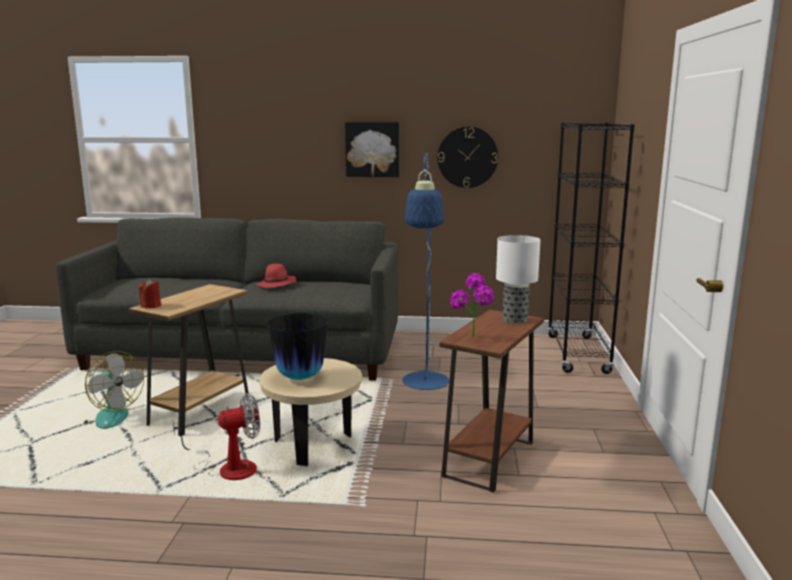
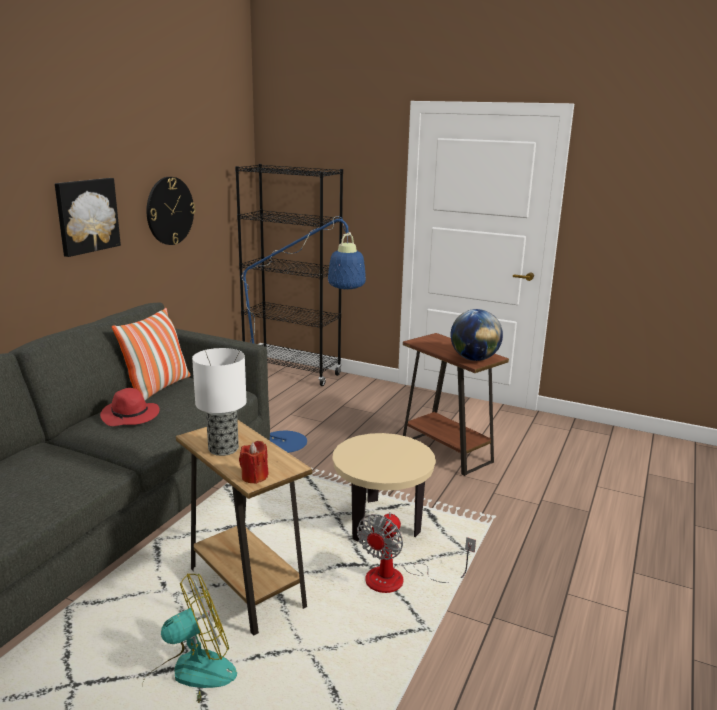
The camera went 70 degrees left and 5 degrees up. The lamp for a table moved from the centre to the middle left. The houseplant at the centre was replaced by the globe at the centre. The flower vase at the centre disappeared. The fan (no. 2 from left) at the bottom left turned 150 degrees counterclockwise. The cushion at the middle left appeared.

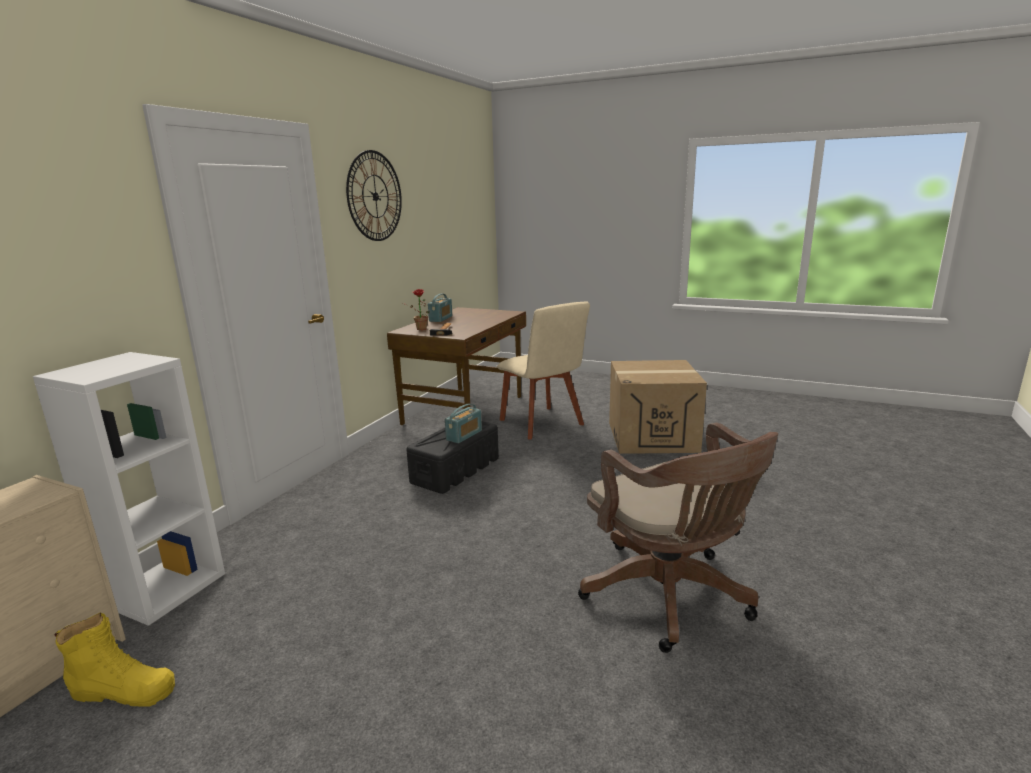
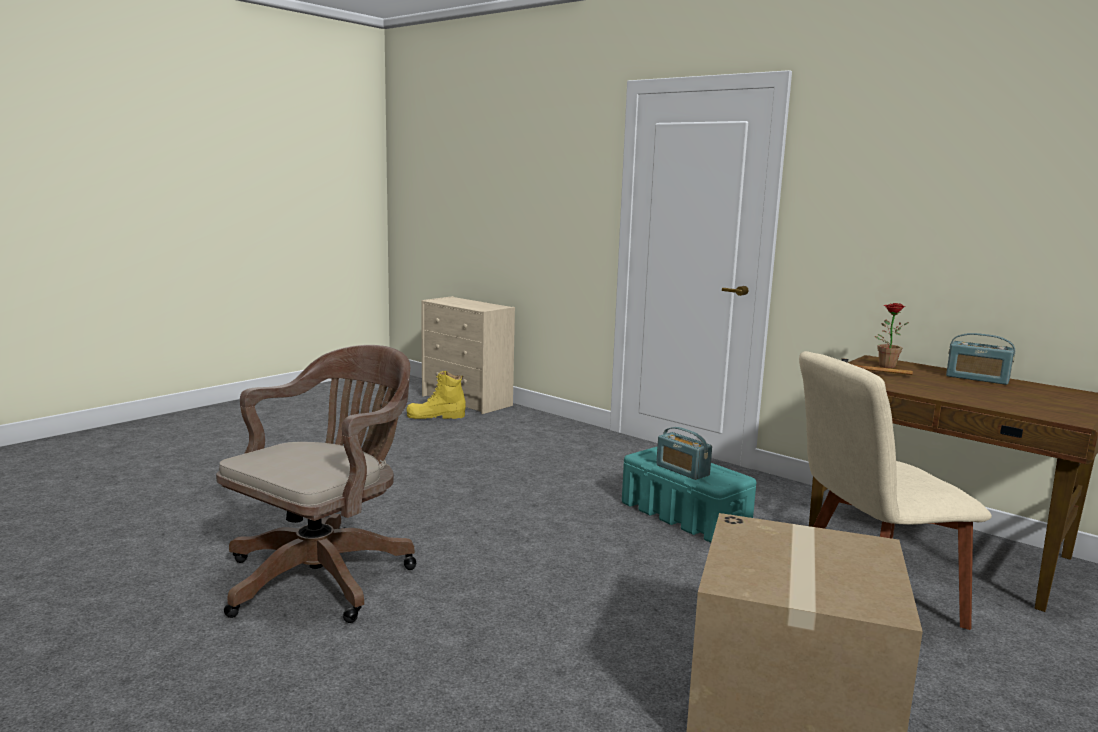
The camera went 105 degrees right and 5 degrees down. The clock on the wall at the top centre disappeared. The white bookcase at the middle left disappeared. The black storage bin at the centre became the turquoise storage bin at the bottom centre. The brown office chair at the bottom centre turned 135 degrees clockwise. The yellow-coloured boot at the bottom left turned 60 degrees clockwise.

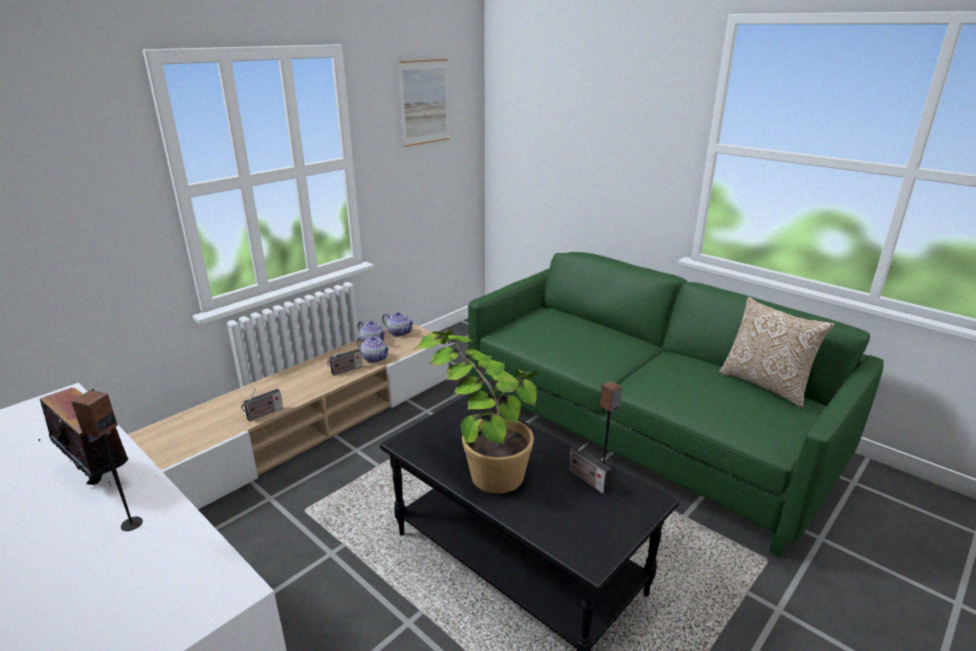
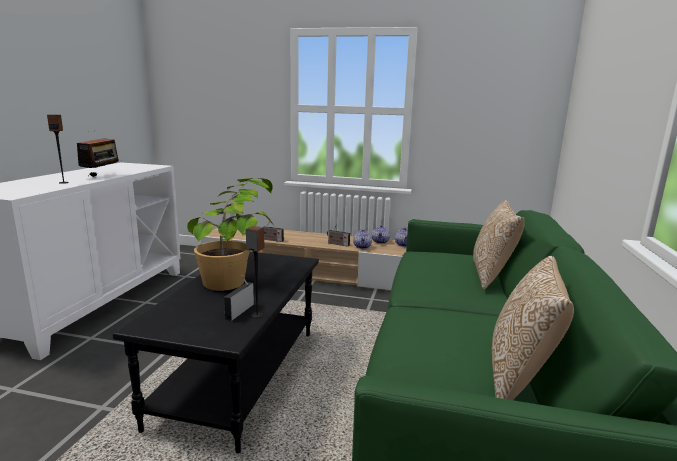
The camera went 60 degrees right and 10 degrees down. The wall picture at the top centre disappeared. The cushion (no. 1 from left) at the middle right appeared.

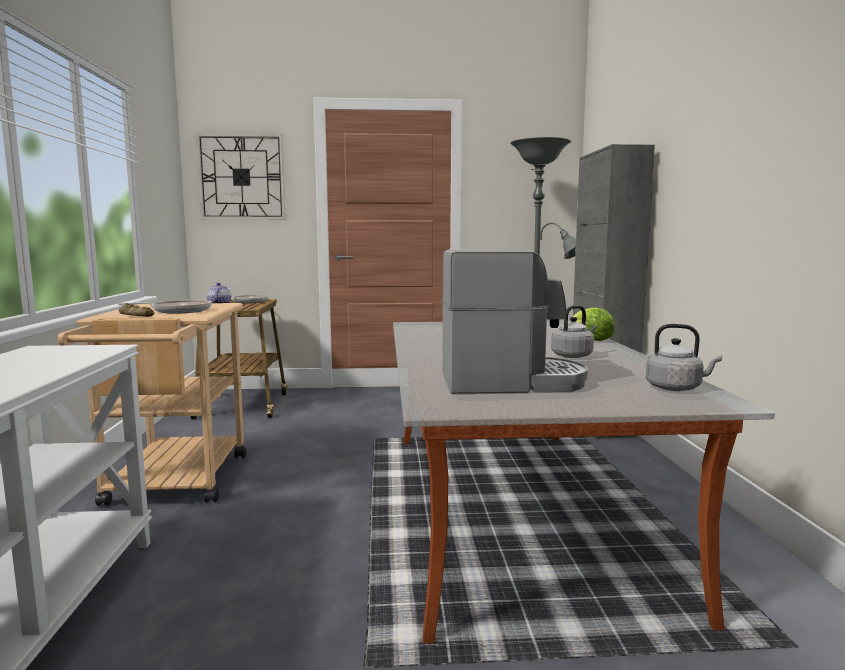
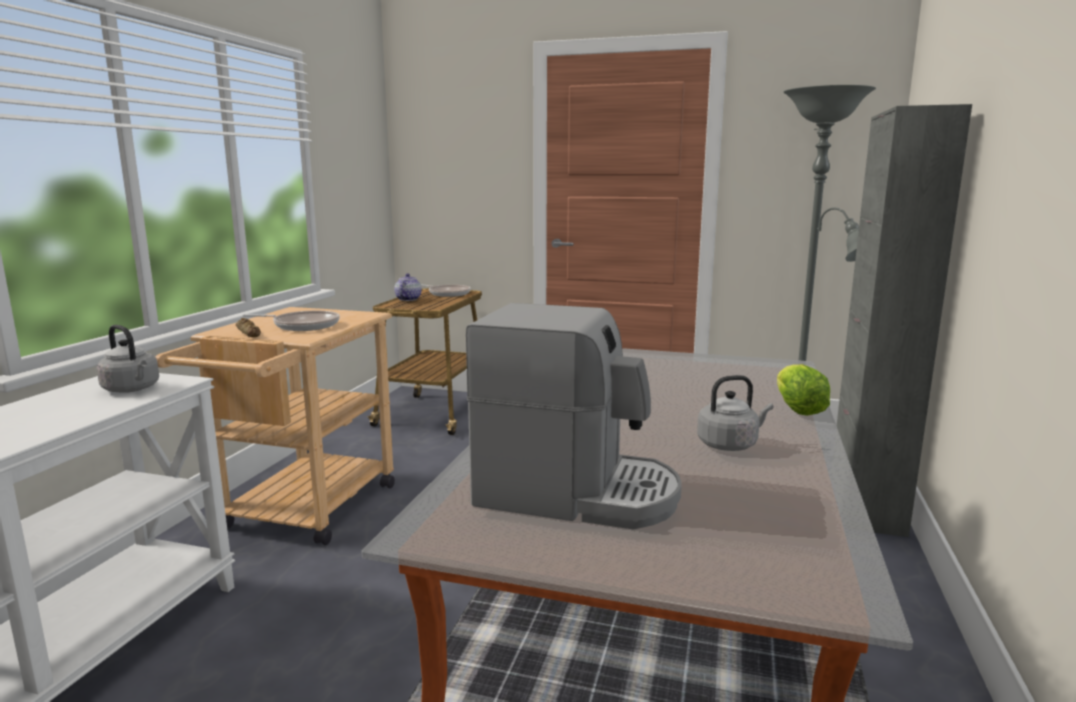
The camera went 20 degrees right and 5 degrees up. The clock on the wall at the top left disappeared. The greyish kettle (no. 2 from left in the first image) moved from the middle right to the middle left.

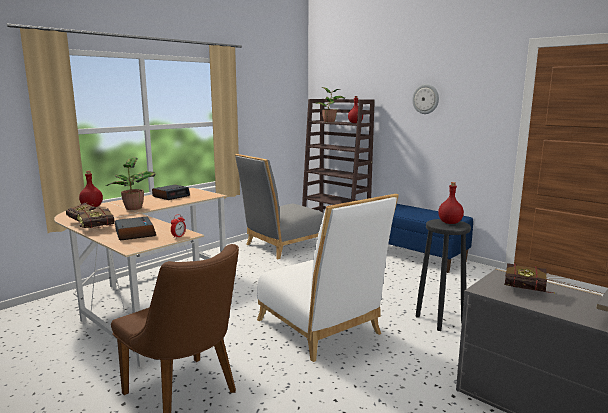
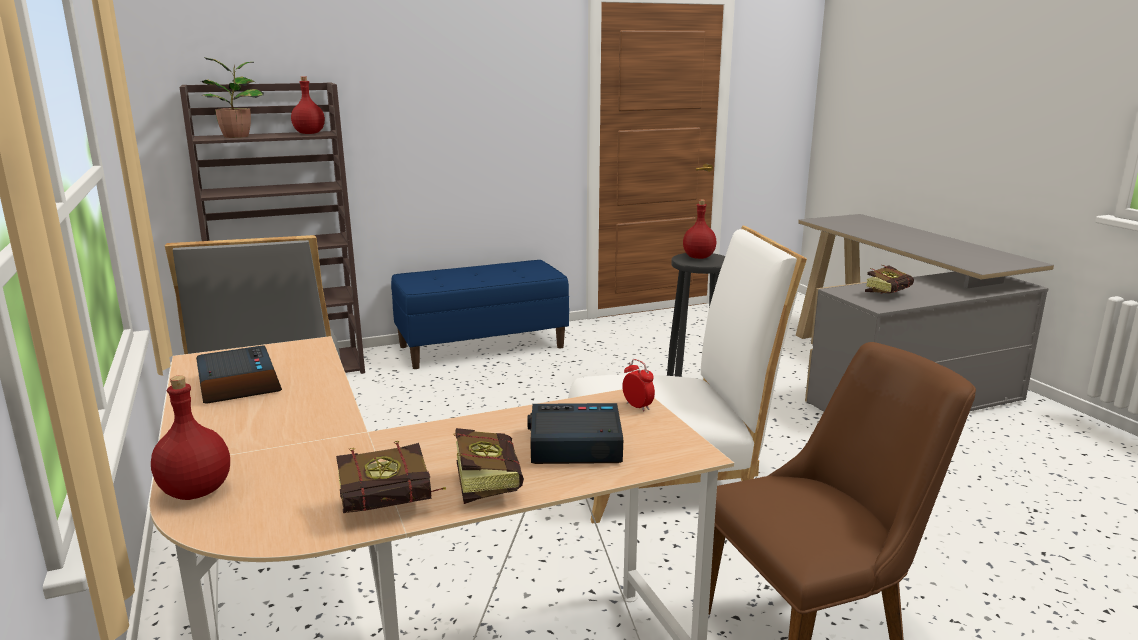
The camera went 65 degrees left and 5 degrees up. The clock on the wall at the top right disappeared. The houseplant (no. 1 from left) at the middle left disappeared.

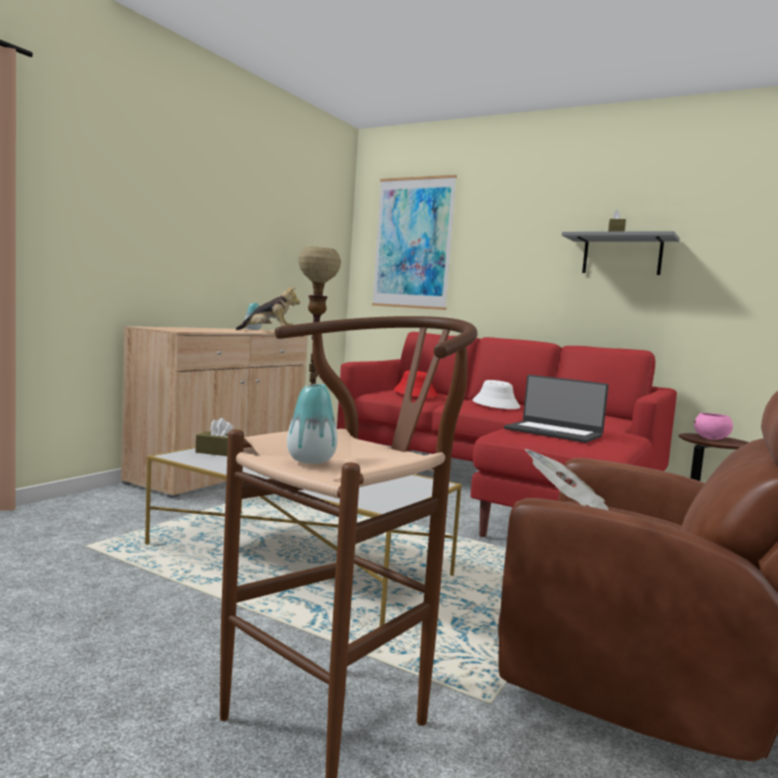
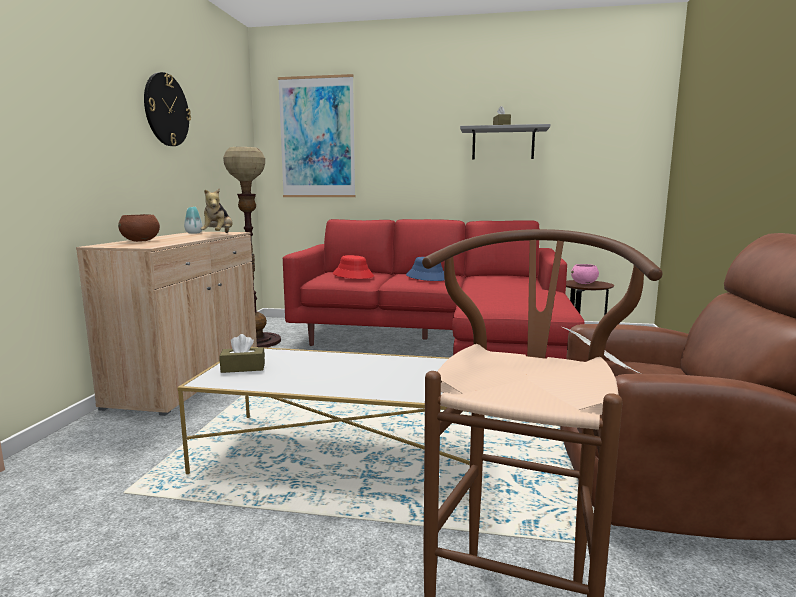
The camera went 20 degrees left and 5 degrees up. The cuddly toy at the centre turned 105 degrees clockwise. The laptop at the middle right disappeared. The white clothing hat at the centre became the bluish clothing hat at the centre. The flower vase (no. 2 from left) at the centre disappeared. The clock on the wall at the top left appeared. The brown bowl at the middle left appeared.

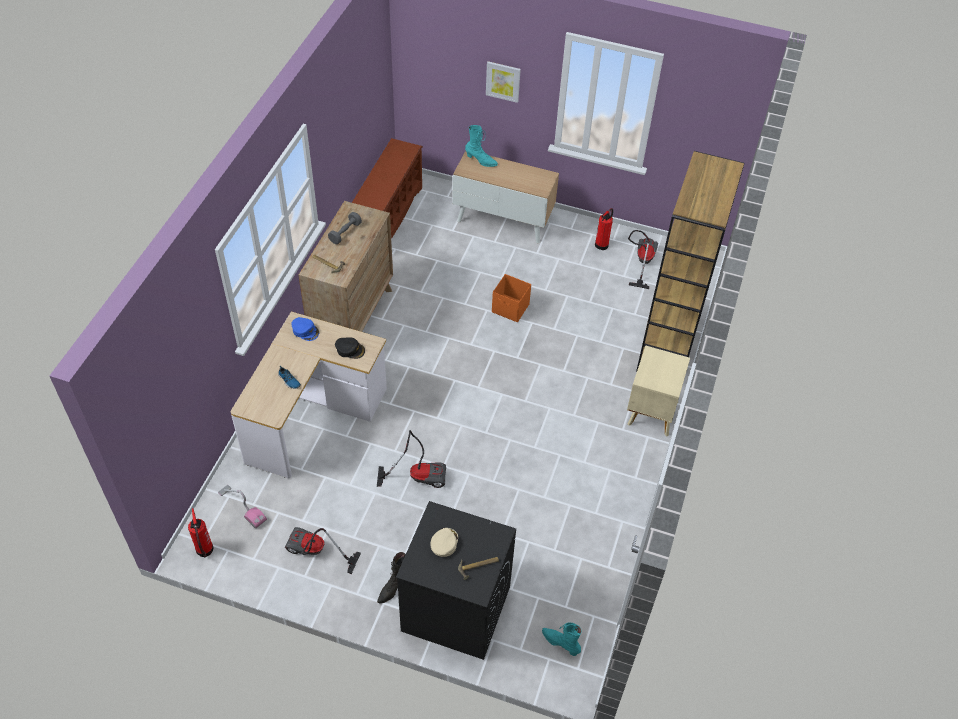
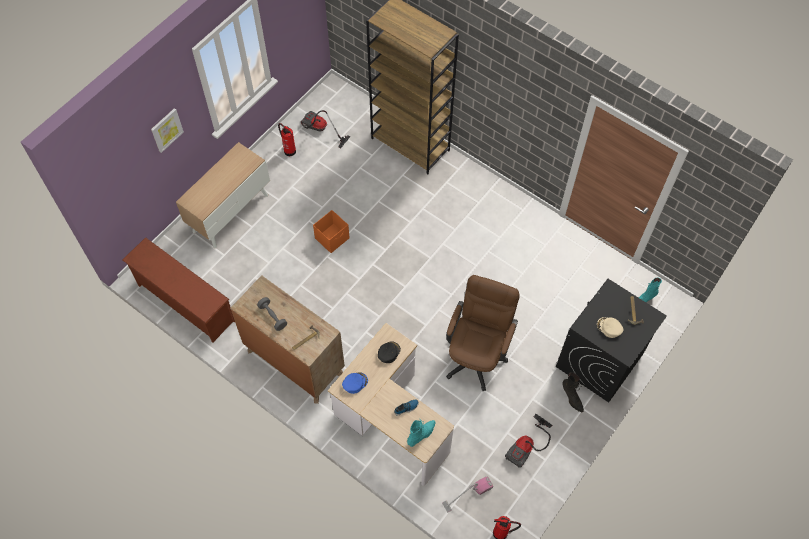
The camera went 70 degrees left and 10 degrees up. The turquoise boot (no. 1 from left) moved from the top centre to the bottom centre. The beige-coloured nightstand at the middle right disappeared. The vacuum (no. 3 from left) at the centre was replaced by the brown office chair at the centre.

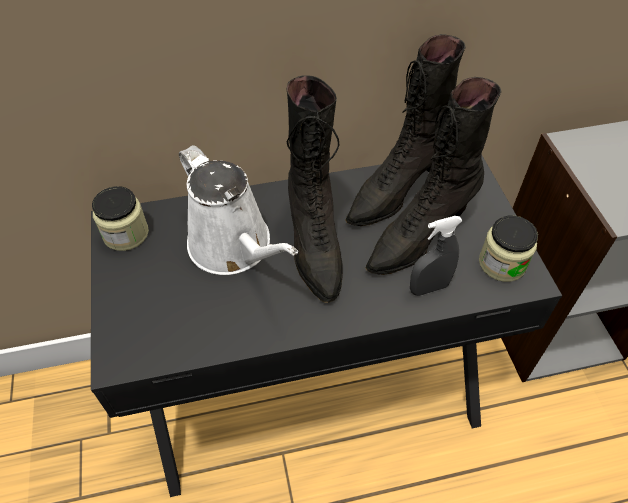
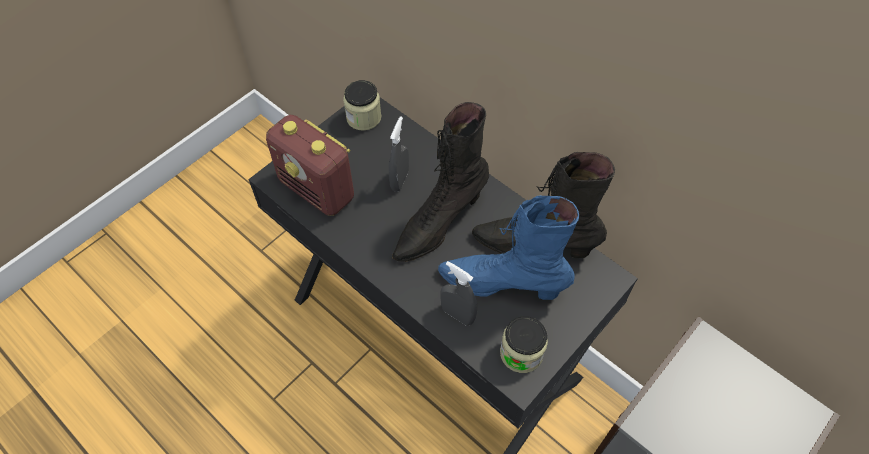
The camera went 55 degrees right and 5 degrees up. The black boot (no. 3 from left) at the middle right became the bluish boot at the centre. The white watering pot at the centre was replaced by the greyish sprayer (no. 1 from left) at the centre. The radio at the centre appeared.

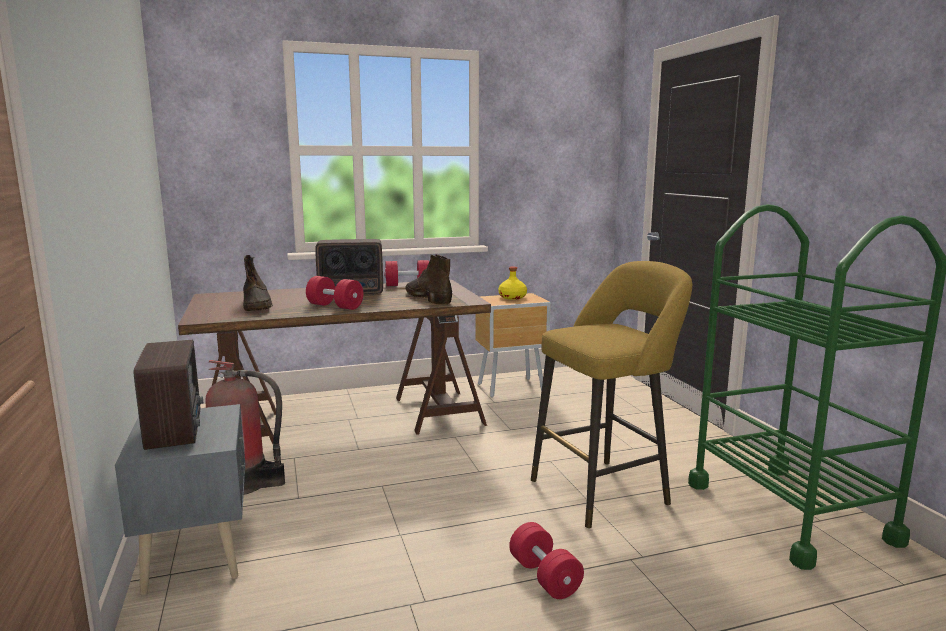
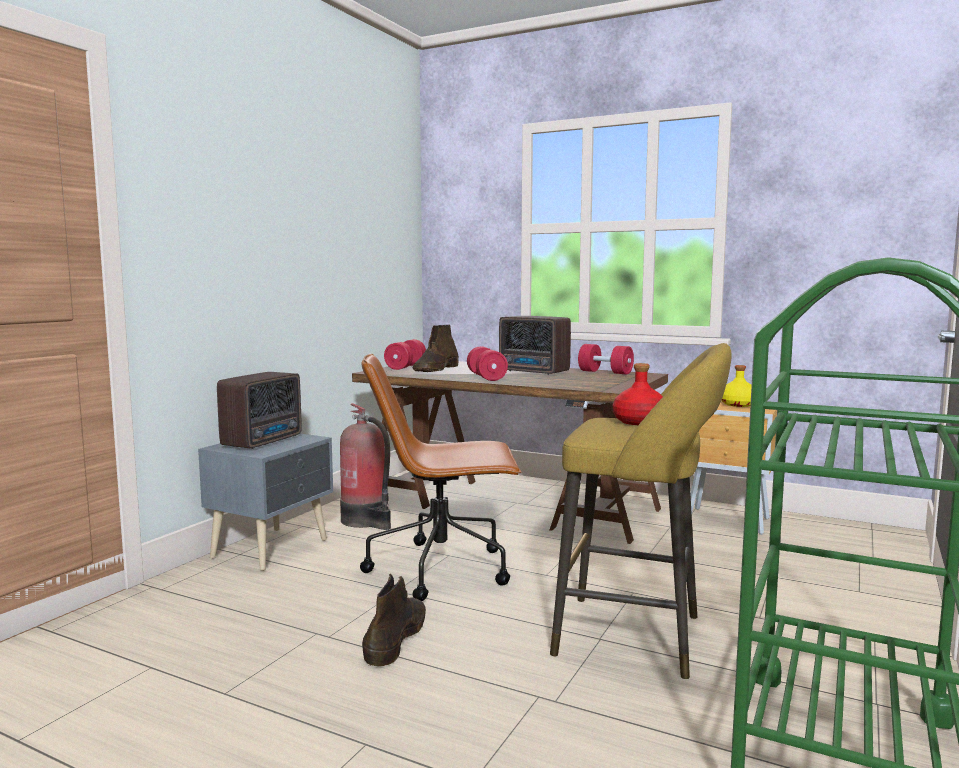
The camera went 45 degrees right and 5 degrees down. The brown boot (no. 2 from left in the first image) moved from the centre to the bottom centre. The reddish dumbbell (no. 3 from left in the first image) moved from the bottom centre to the centre. The brown office chair at the centre appeared. The reddish beverage bottle at the centre appeared.

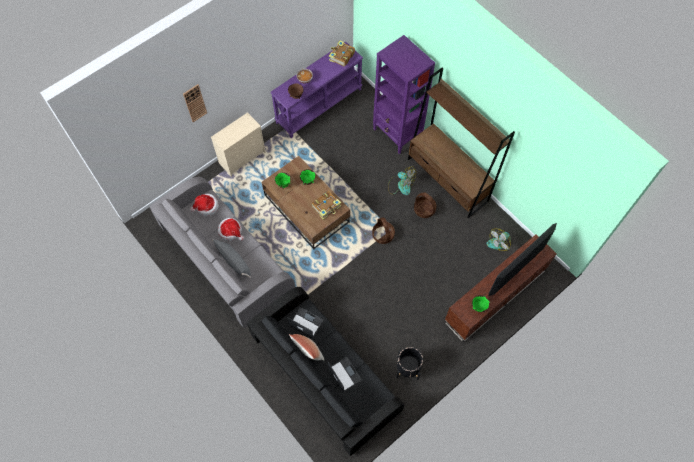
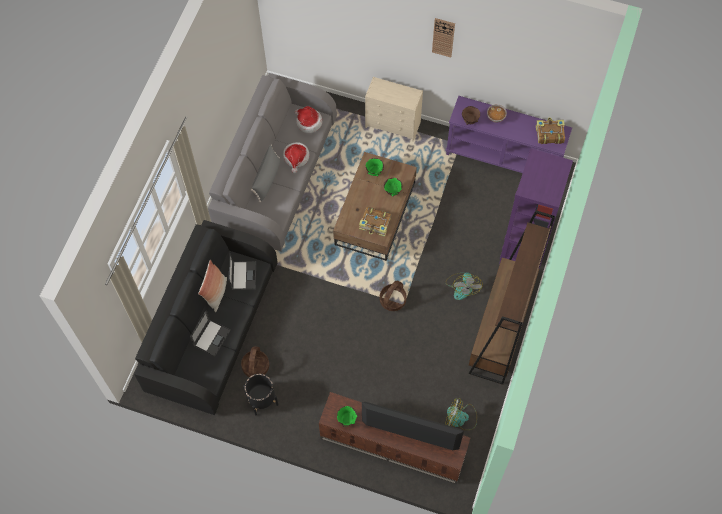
The camera went 60 degrees right and 0 degrees up. The clock on the wall moved from the top left to the top centre. The basket (no. 2 from left in the first image) moved from the centre to the bottom centre.

